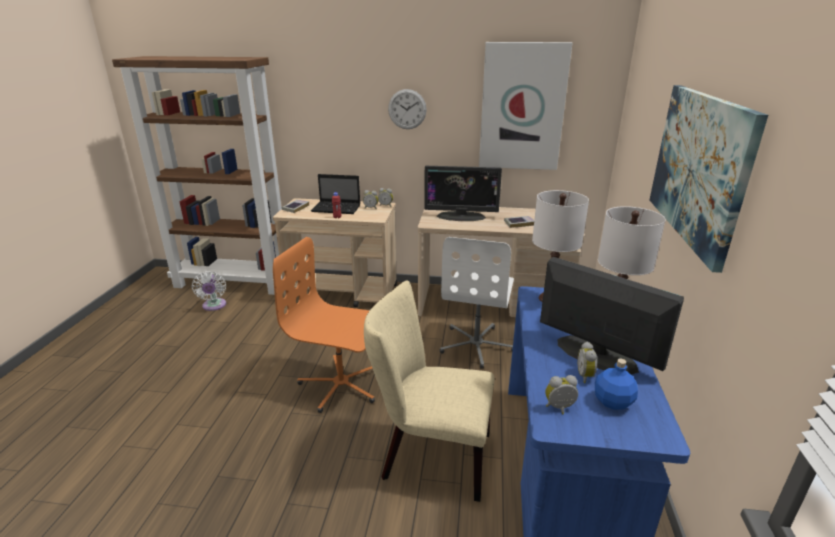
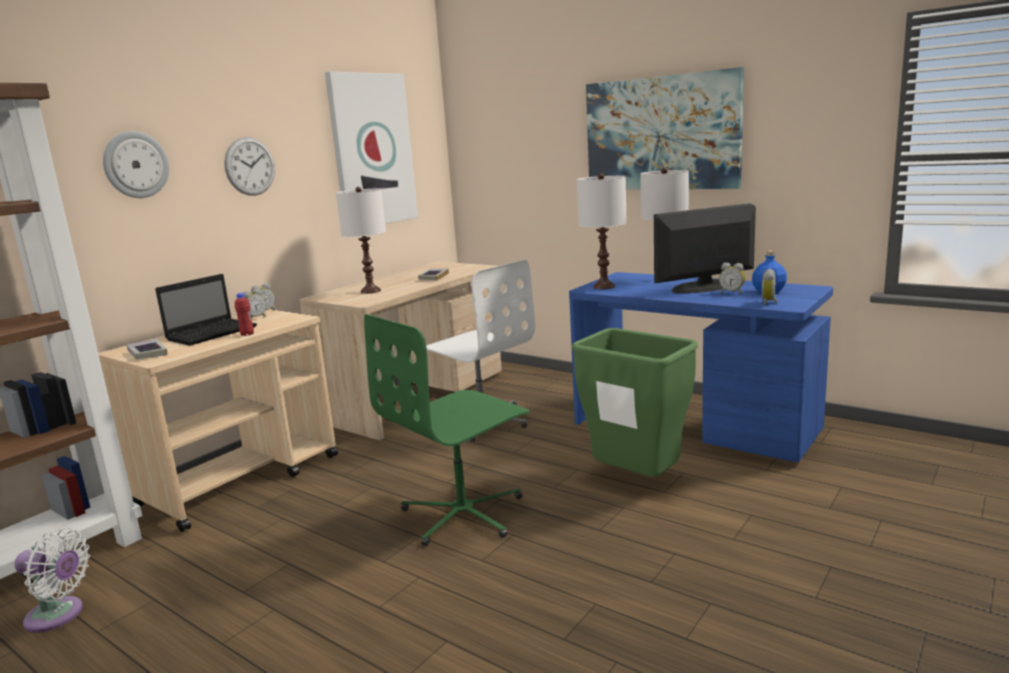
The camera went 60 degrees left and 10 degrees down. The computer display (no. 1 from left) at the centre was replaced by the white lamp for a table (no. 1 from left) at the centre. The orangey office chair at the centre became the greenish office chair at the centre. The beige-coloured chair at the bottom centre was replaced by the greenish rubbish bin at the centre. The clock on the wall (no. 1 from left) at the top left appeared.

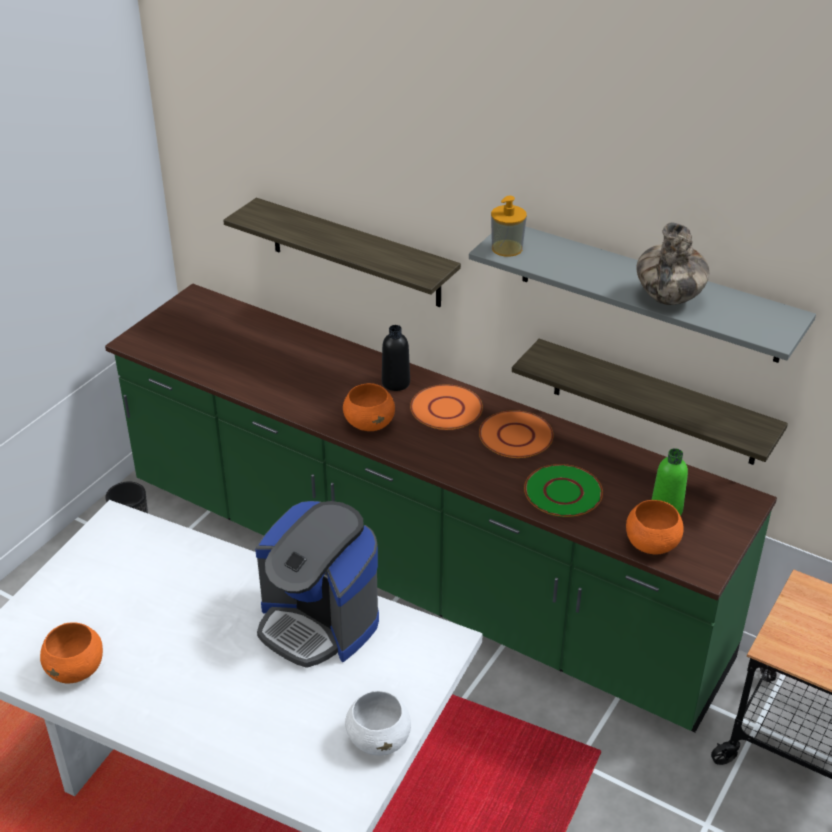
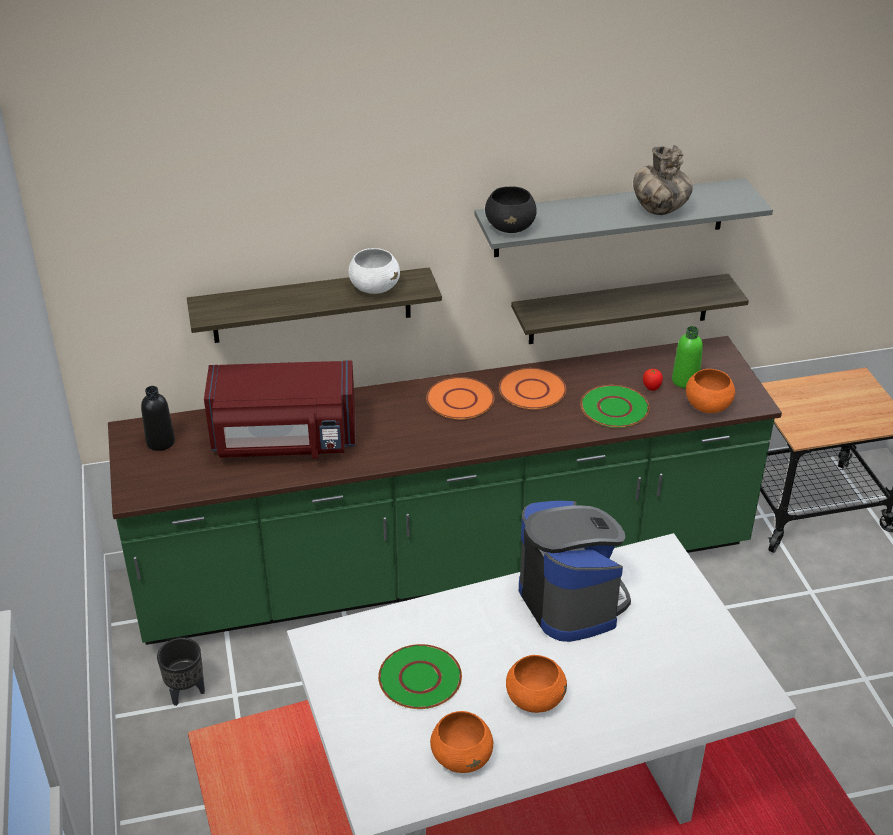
The camera went 45 degrees left and 0 degrees up. The soap bottle at the top centre was replaced by the black bowl at the top centre. The black beverage bottle moved from the centre to the middle left. The orangey bowl (no. 2 from left) moved from the centre to the bottom centre. The coffee maker at the bottom centre turned 105 degrees counterclockwise. The white bowl moved from the bottom centre to the top centre. The reddish microwave oven at the middle left appeared. The whole tomato at the middle right appeared. The greenish dinner plate (no. 1 from left) at the bottom centre appeared.

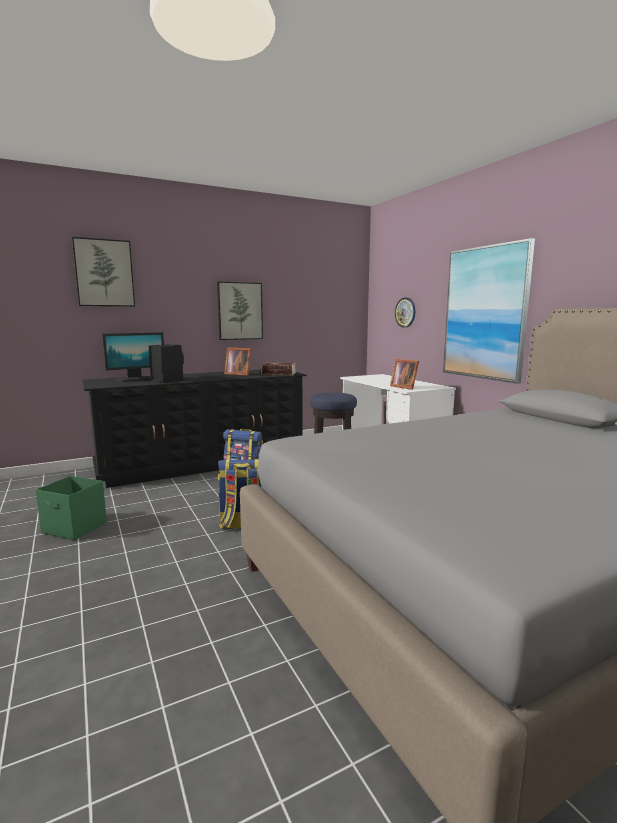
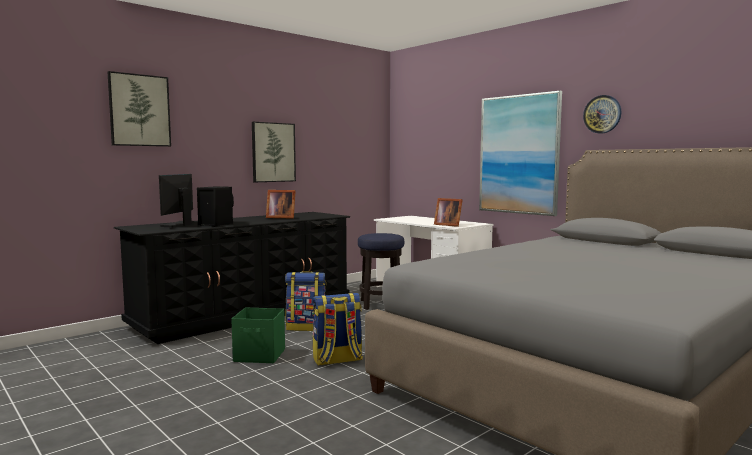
The camera went 15 degrees left and 5 degrees down. The clock on the wall moved from the centre to the top right. The computer display at the middle left turned 150 degrees clockwise. The bound book at the centre disappeared. The greenish storage bin moved from the middle left to the bottom centre.

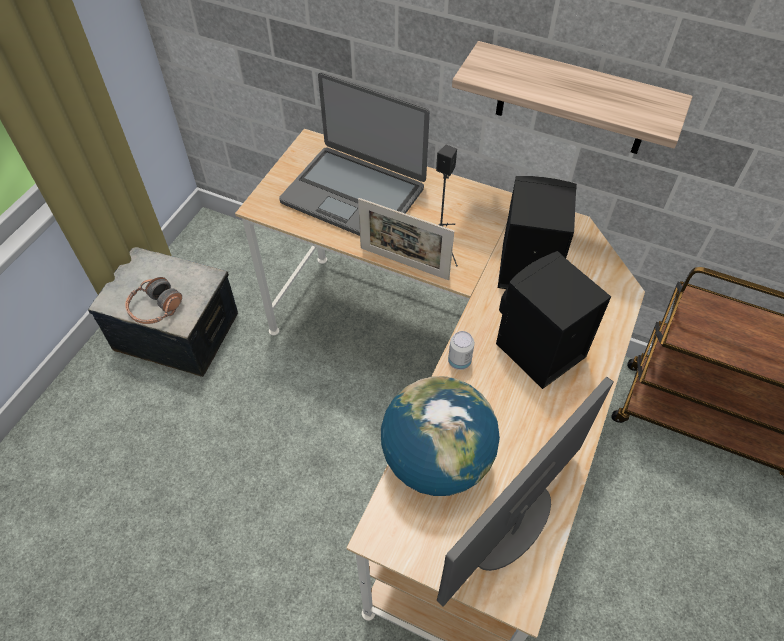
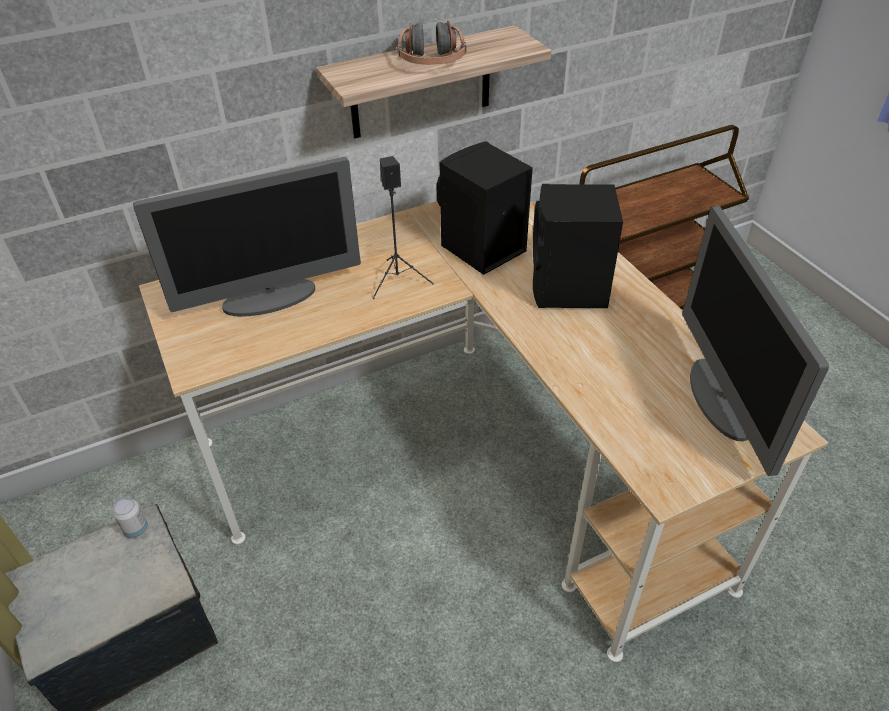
The camera went 50 degrees left and 10 degrees down. The laptop at the top centre was replaced by the computer display (no. 1 from left) at the middle left. The standing frame at the centre disappeared. The headphones moved from the middle left to the top centre. The metal can moved from the centre to the bottom left. The globe at the bottom centre disappeared.

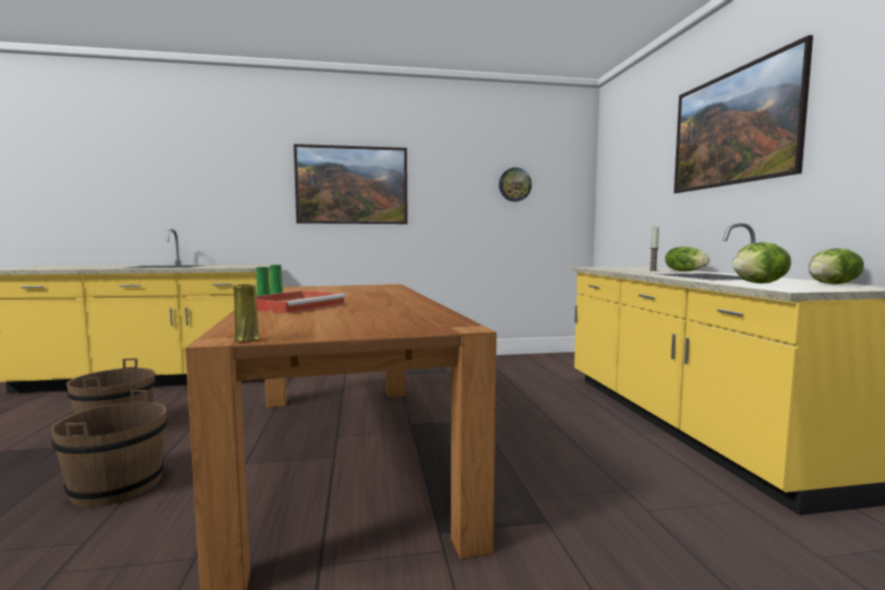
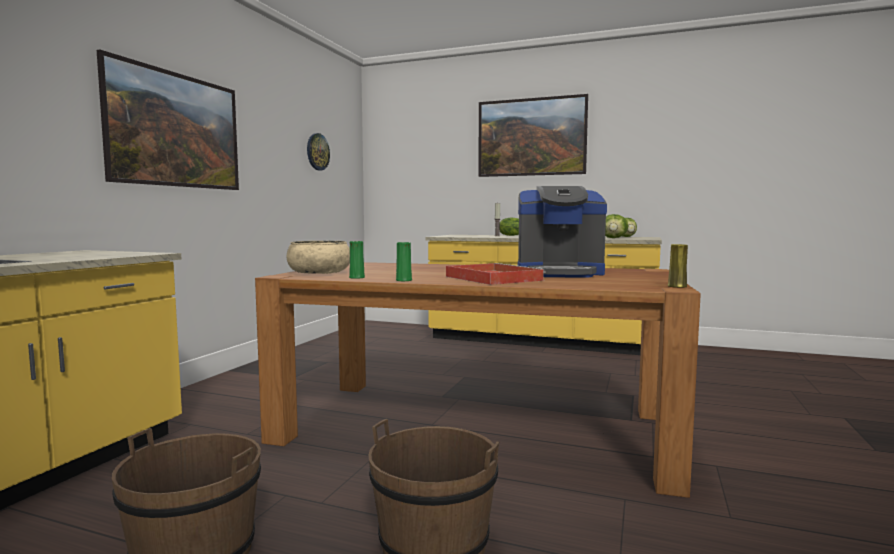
The camera went 60 degrees left and 0 degrees up. The coffee maker at the centre appeared. The beige-coloured bowl at the centre appeared.

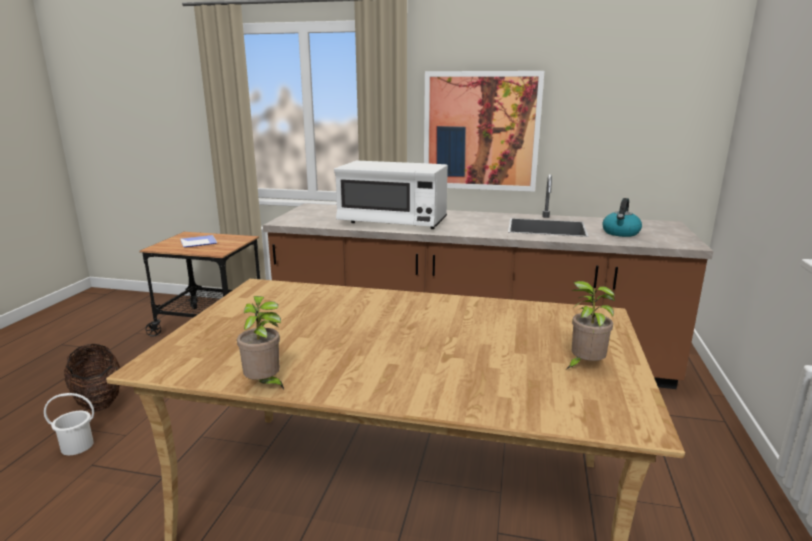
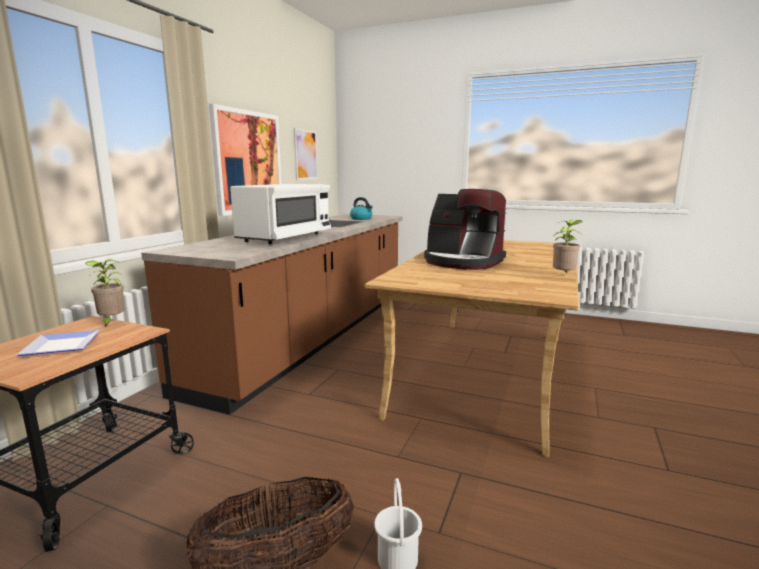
The camera went 80 degrees left and 5 degrees down. The houseplant (no. 2 from left in the first image) moved from the middle right to the middle left. The wall picture (no. 2 from left) at the top centre appeared. The coffee maker at the centre appeared.

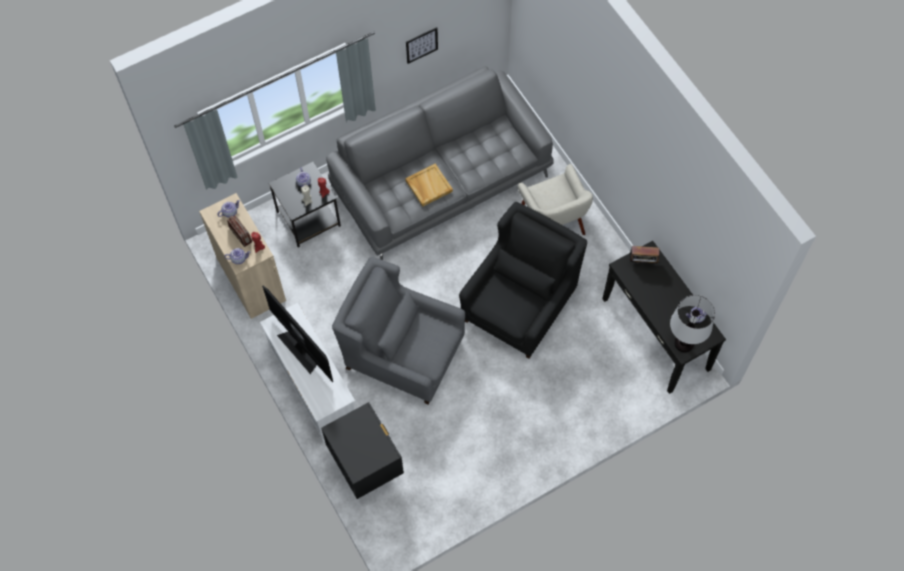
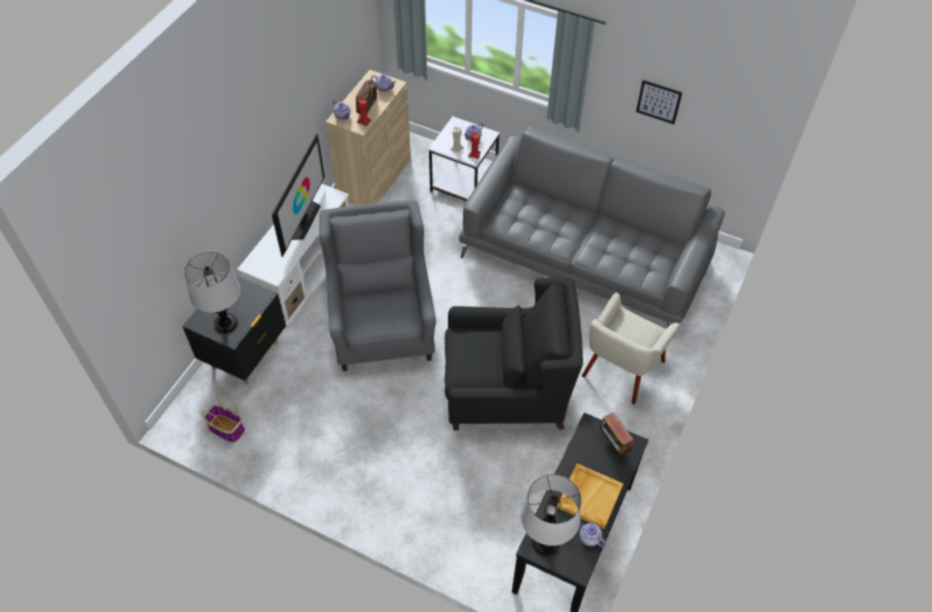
The camera went 55 degrees right and 10 degrees down. The black accent table at the centre became the white accent table at the top centre. The beige-coloured carrying tray moved from the top centre to the bottom centre. The lamp for a table (no. 1 from left) at the middle left appeared. The basket at the bottom left appeared.

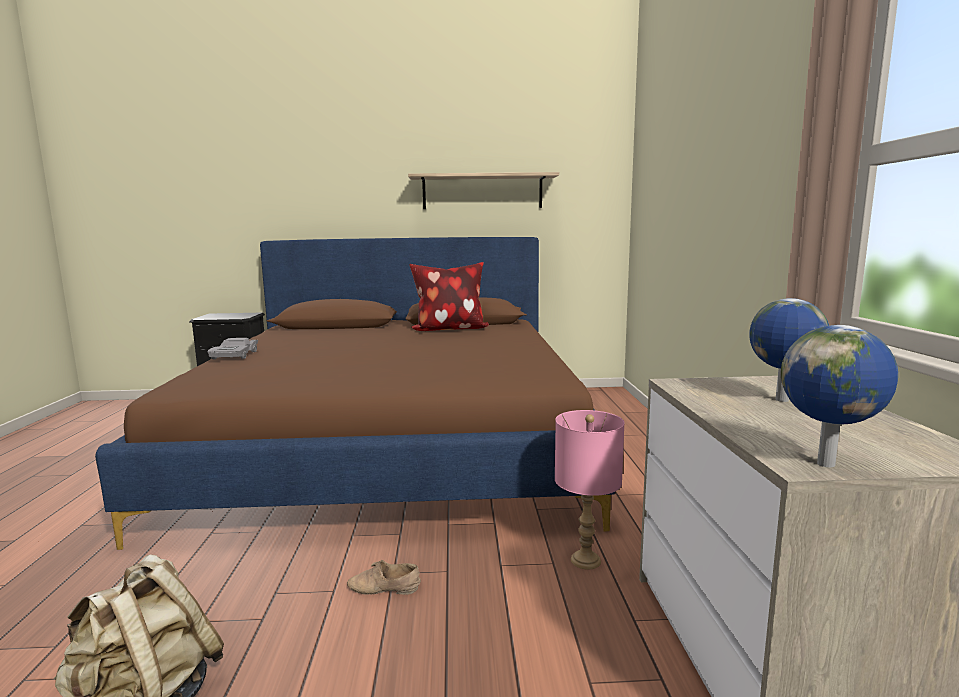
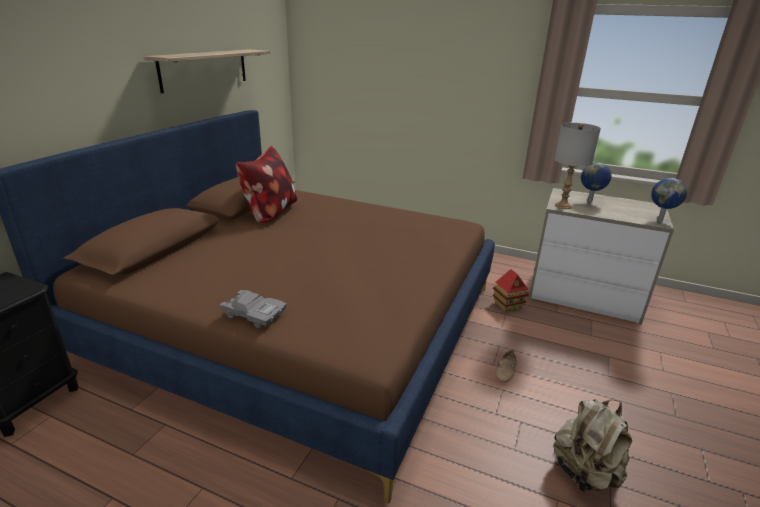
The camera went 65 degrees left and 15 degrees up. The pink-coloured lamp for a table at the bottom centre was replaced by the toy house at the middle right. The greyish lamp for a table at the top right appeared.

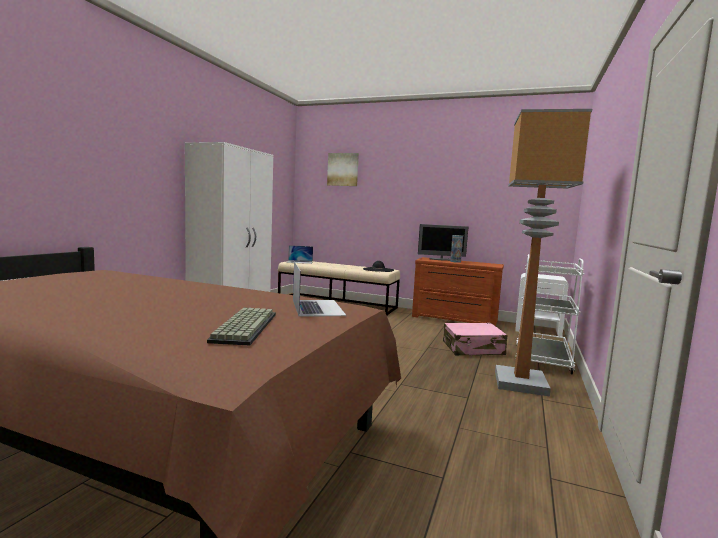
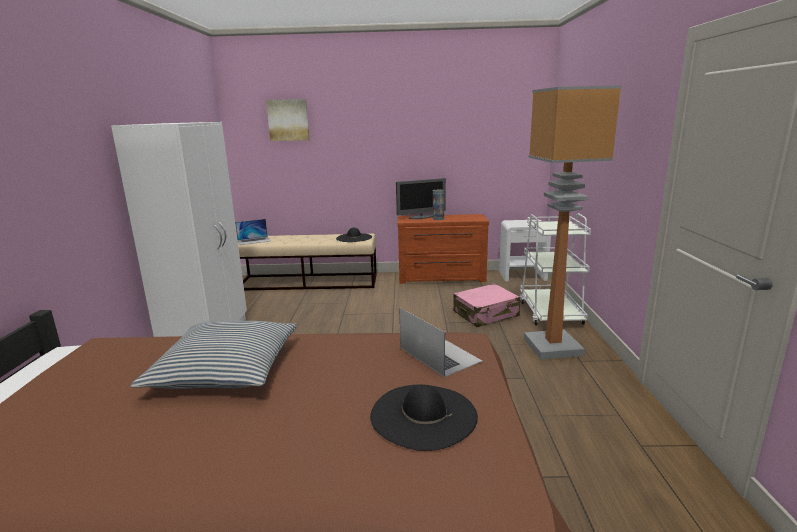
The camera went 20 degrees left and 10 degrees up. The keyboard at the centre was replaced by the black clothing hat (no. 2 from left) at the bottom centre. The cushion at the bottom left appeared.

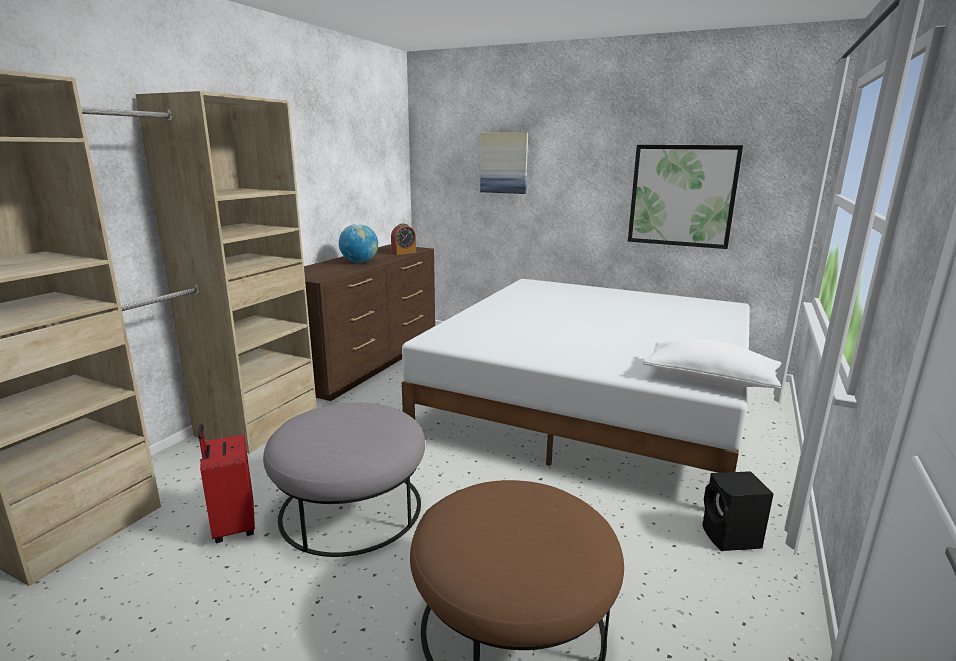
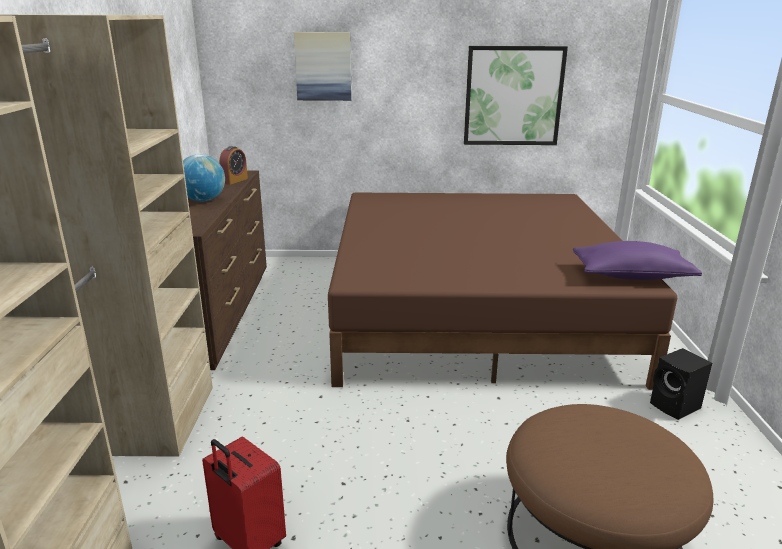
The camera went 25 degrees left and 5 degrees up. The white sleeping bed at the centre became the brown sleeping bed at the centre. The white cushion at the middle right became the purple cushion at the middle right. The greyish ottoman at the bottom centre disappeared.

